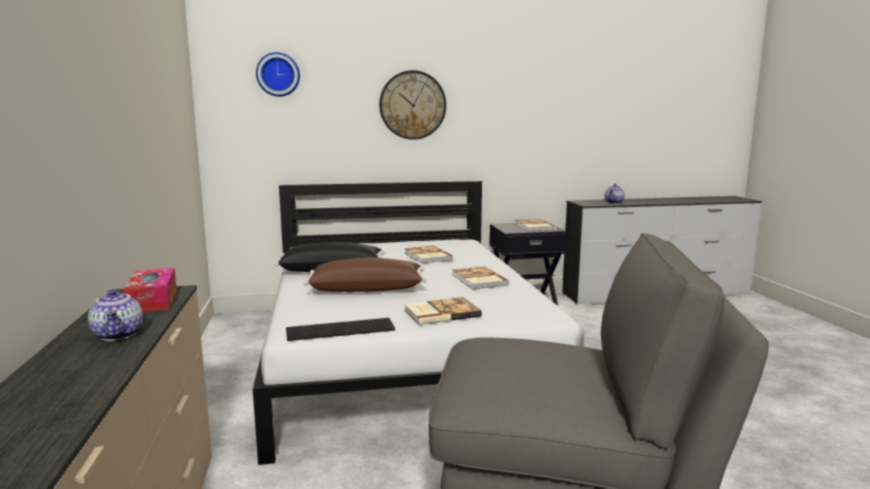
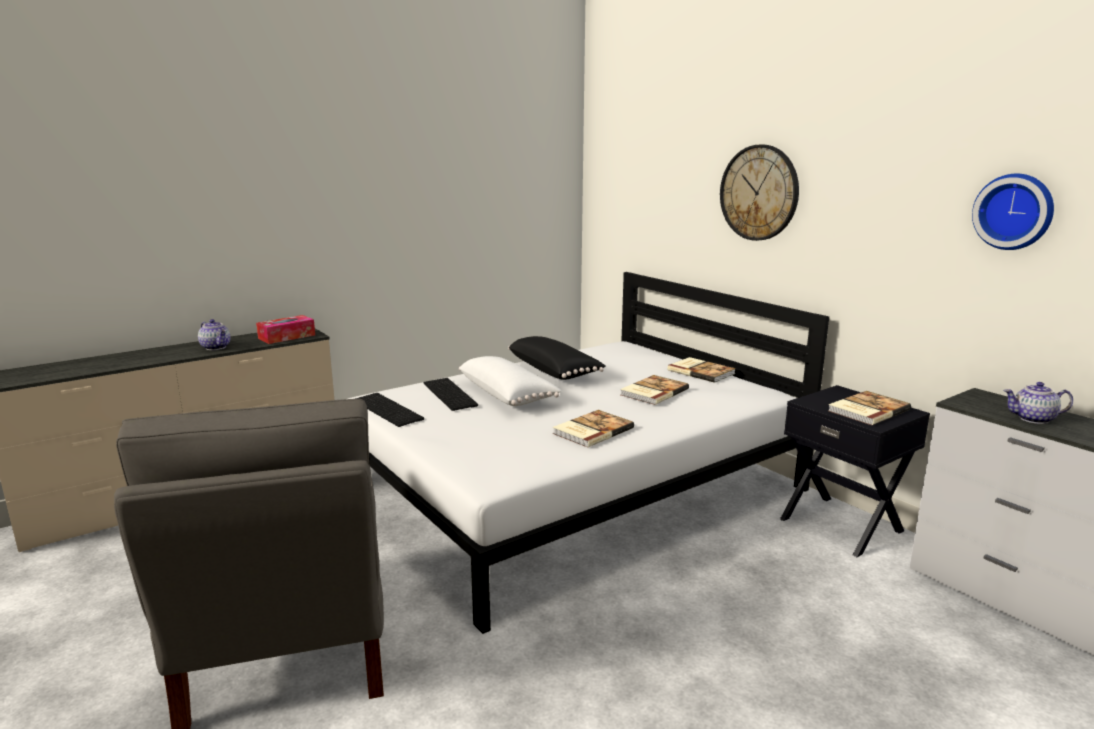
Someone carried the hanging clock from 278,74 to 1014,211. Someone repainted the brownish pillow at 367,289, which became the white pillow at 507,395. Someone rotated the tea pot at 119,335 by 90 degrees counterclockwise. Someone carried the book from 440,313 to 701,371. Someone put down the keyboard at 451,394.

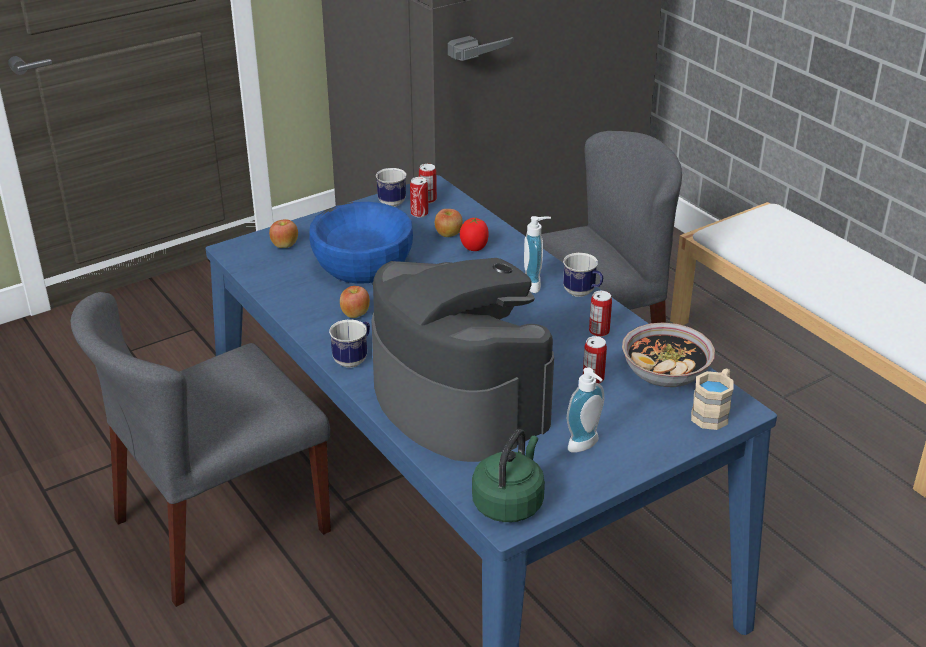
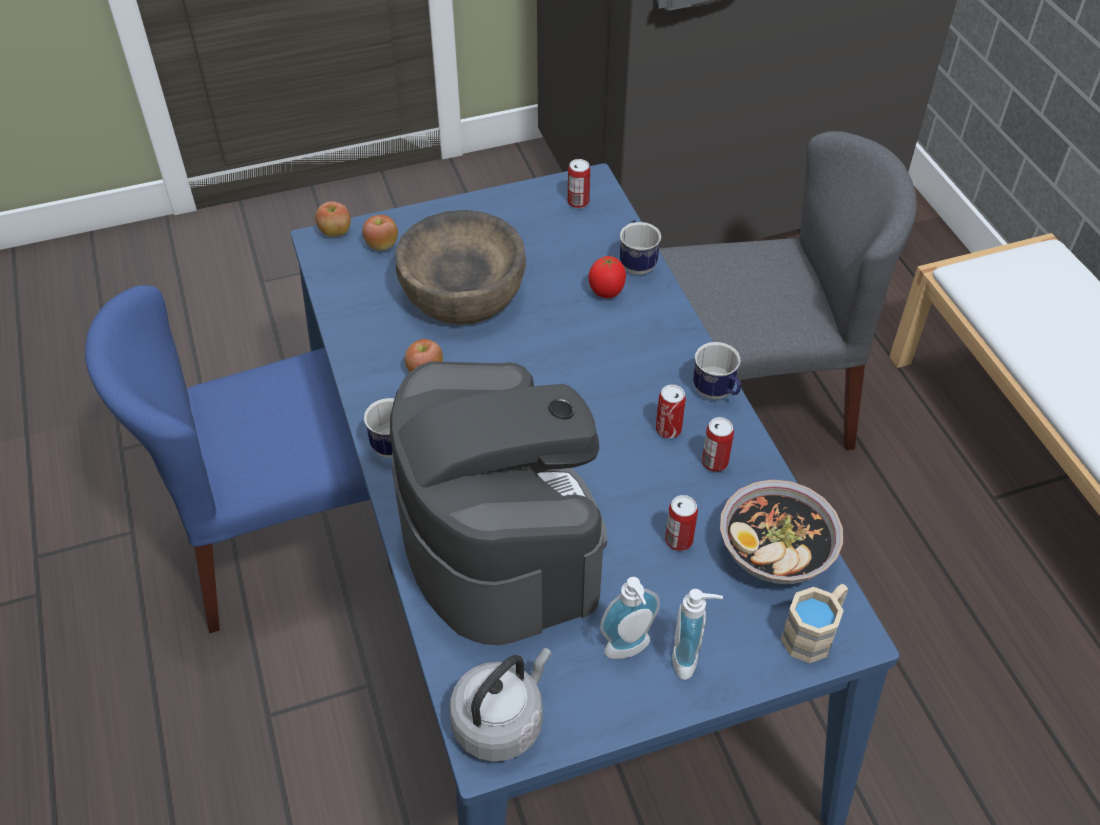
Someone carried the tea mug from 390,200 to 636,263. Someone carried the can from 419,213 to 668,429. Someone repainted the blue-coloured deep dish at 362,264, which became the brownish deep dish at 462,292. Someone carried the whole apple from 448,234 to 335,232. Someone carried the soap dispenser from 535,284 to 690,658. Someone repainted the gray chair at 221,527, which became the blue-coloured chair at 287,539. Someone repainted the green-coloured kettle at 509,502, which became the gray kettle at 501,721.

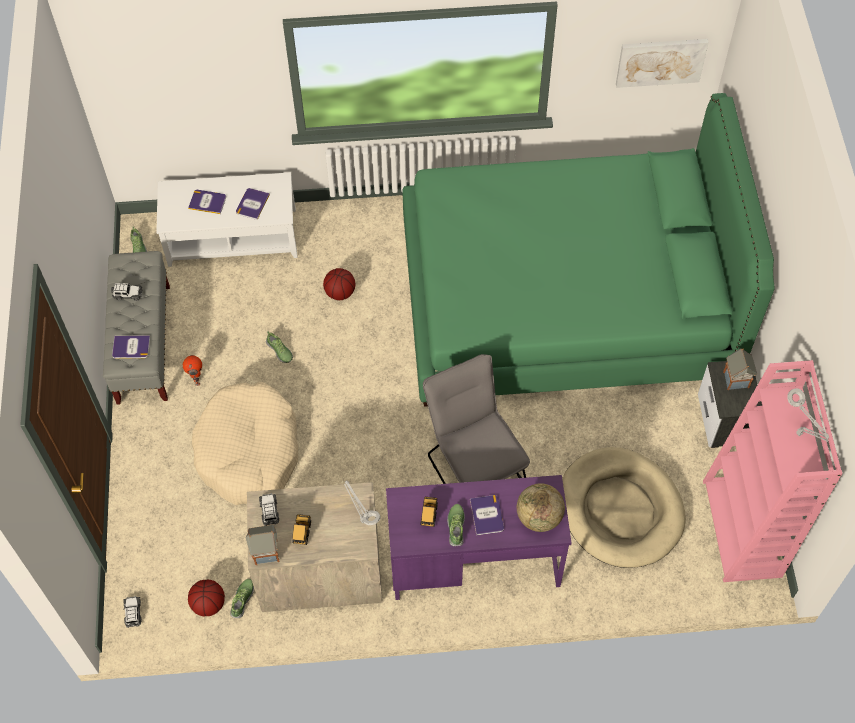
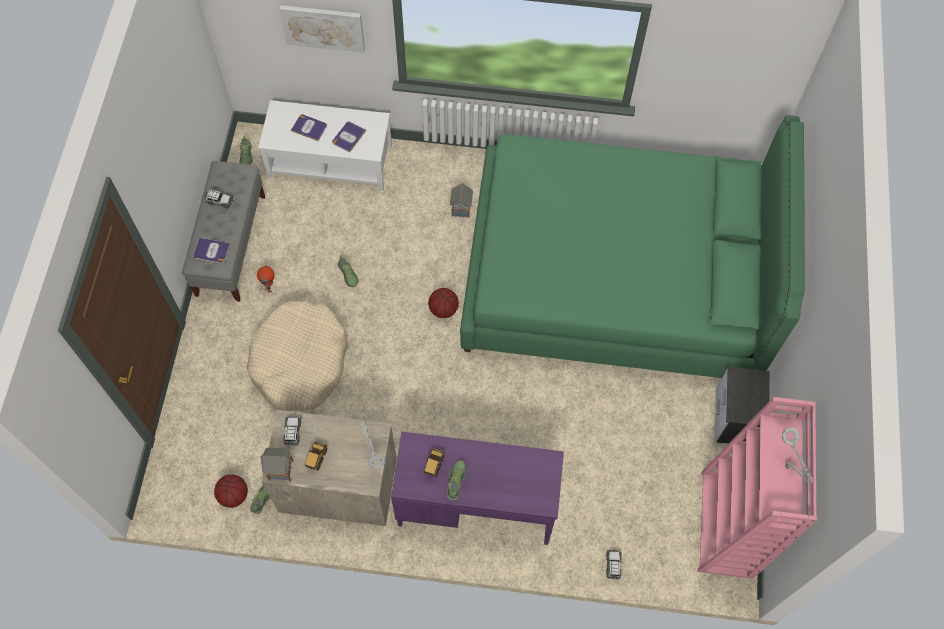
Someone carried the wall picture from 660,61 to 323,27. Someone carried the basketball ball from 340,292 to 443,309. Someone carried the toy house from 736,380 to 461,210. Someone took away the gray chair at 474,466. Someone took away the beige pet bed at 620,510. Someone took away the world globe at 539,517. Someone took away the book at 487,515. Someone carried the miniature car from 133,613 to 613,565.

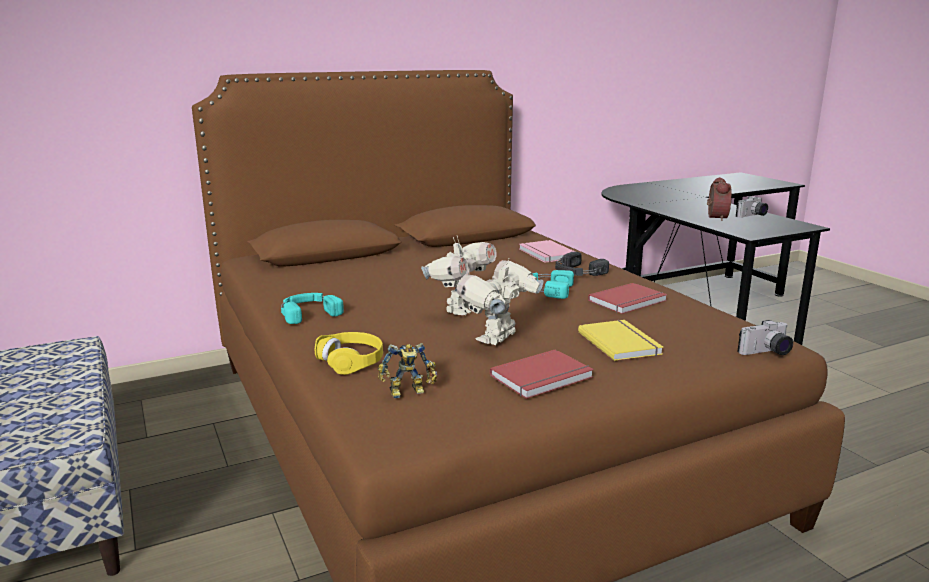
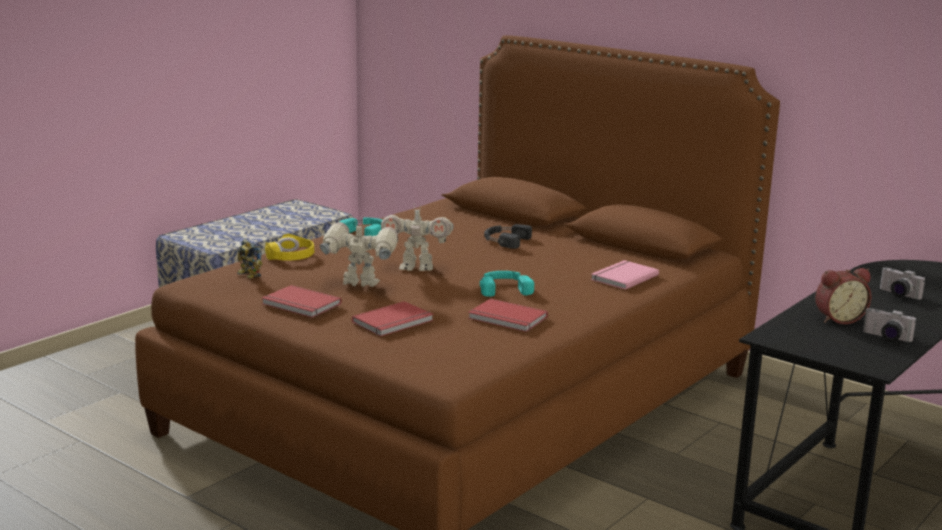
Someone carried the black headphones from 577,272 to 505,240. Someone repainted the yellowish book at 621,342, which became the reddish book at 394,322. Someone carried the still camera from 766,353 to 897,294.

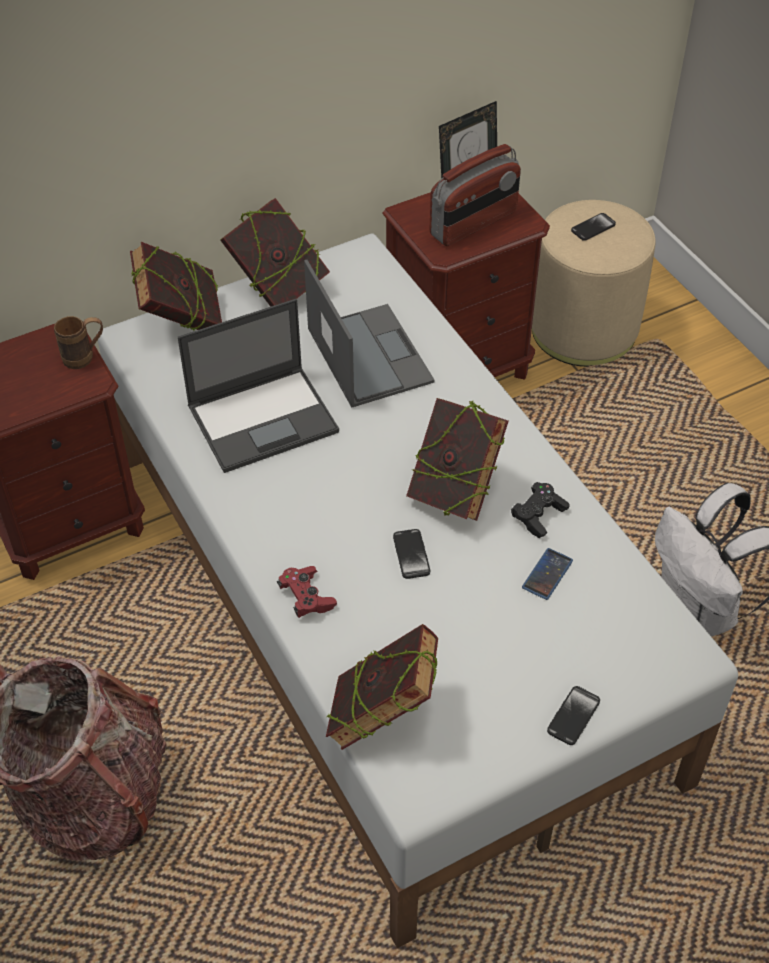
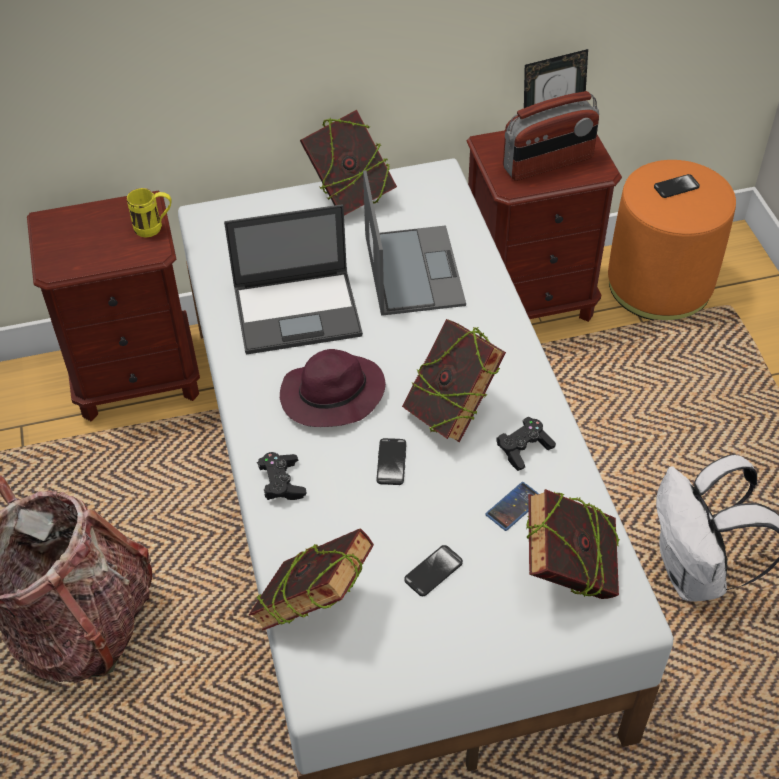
Someone repainted the beige pouffe at 583,329, which became the orange pouffe at 659,284. Someone carried the book from 181,323 to 568,574. Someone repainted the brownish tea mug at 85,357, which became the yellowish tea mug at 154,228. Someone repainted the reddish joypad at 306,597, which became the black joypad at 282,483. Someone carried the phone from 573,716 to 433,571. Someone put down the purplish clothing hat at 331,396.

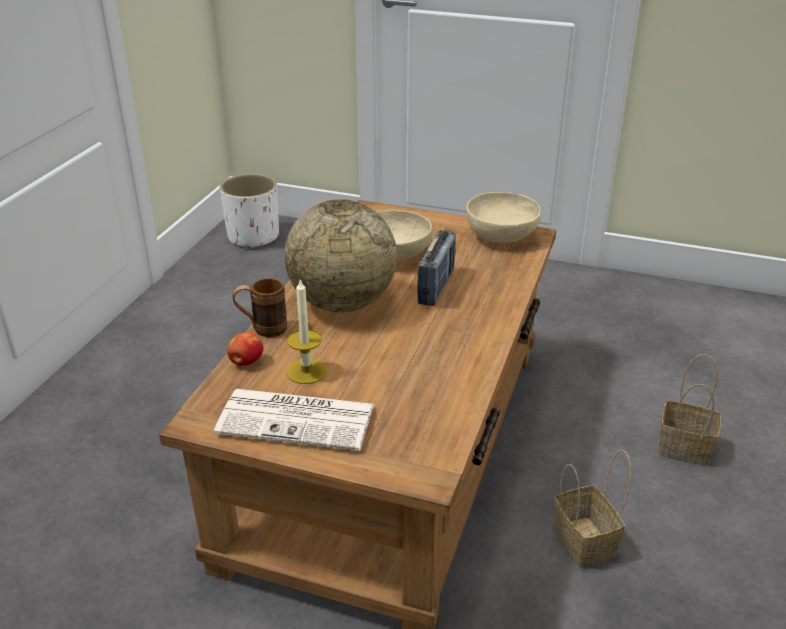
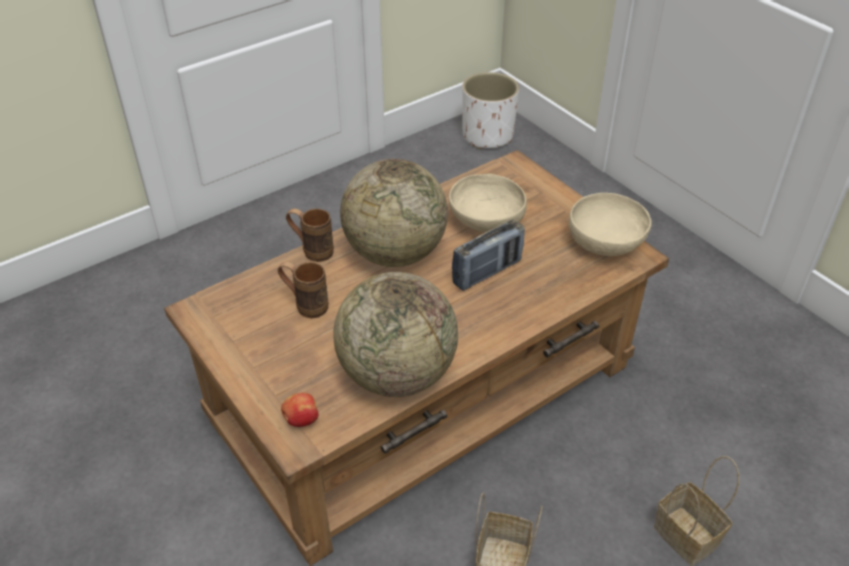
Someone swapped the wax light at 306,371 for the brownish tea mug at 305,305. Someone carried the whole apple from 246,362 to 301,420. Someone took away the printed paper at 298,419. Someone put down the world globe at 397,374.

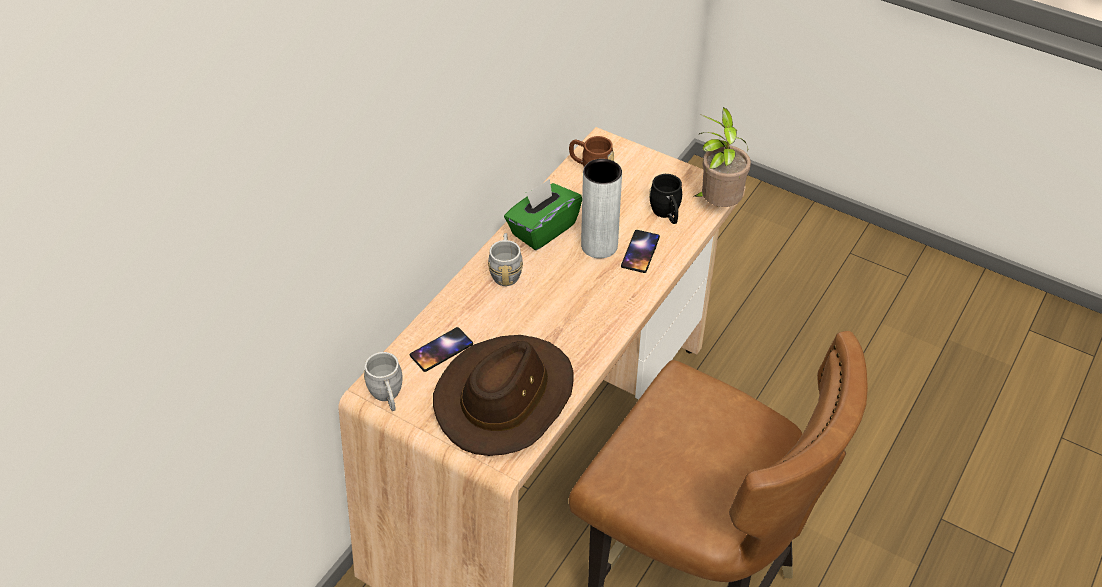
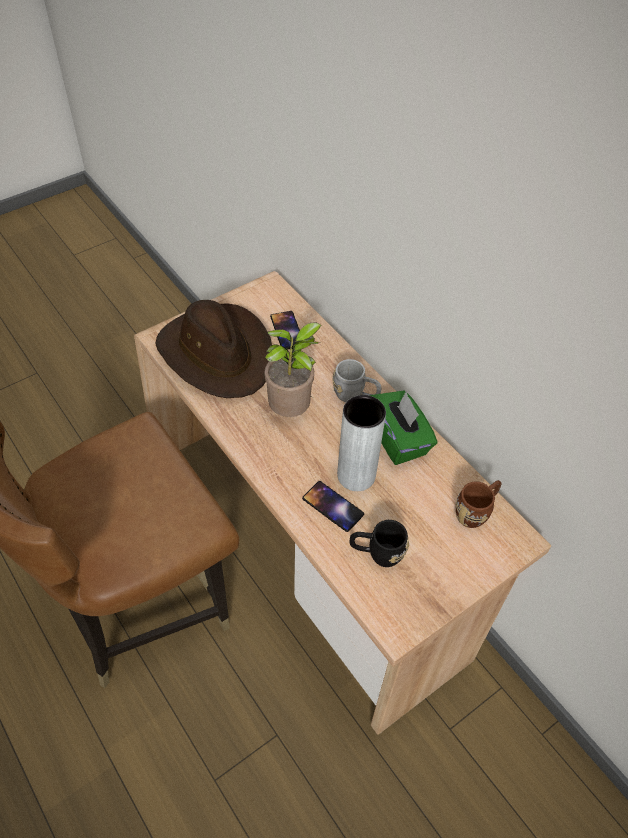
Someone carried the potted plant from 717,205 to 292,411. Someone took away the gray tea mug at 388,397.

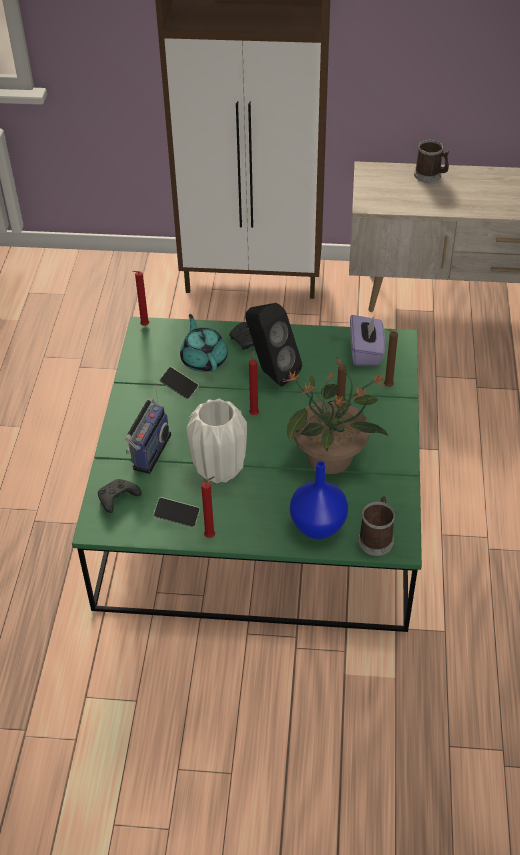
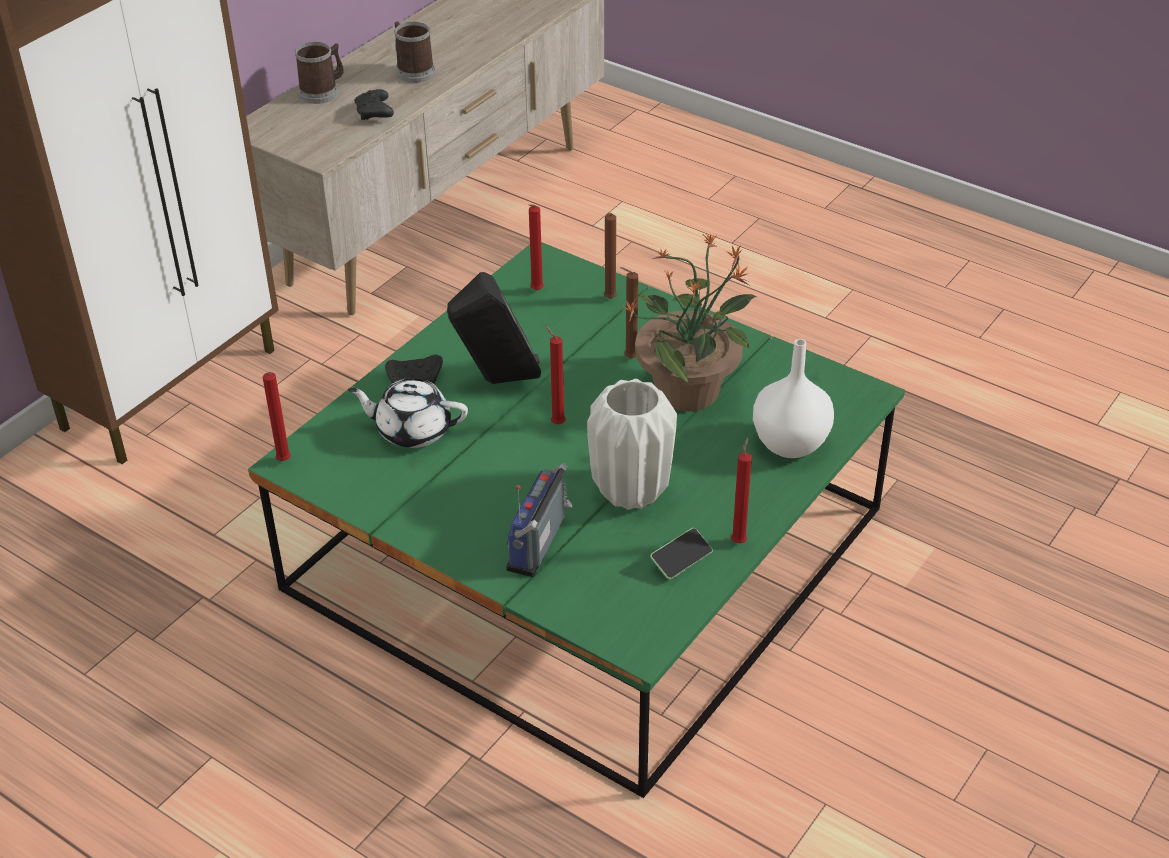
Someone repainted the turquoise tea pot at 204,359, which became the white tea pot at 412,430. Someone swapped the purplish box of tissues at 366,352 for the reddish wax light at 536,291. Someone took away the phone at 179,387. Someone rotated the radio at 149,451 by 120 degrees counterclockwise. Someone repainted the blue-coloured flower vase at 317,527, which became the white flower vase at 791,444. Someone carried the black joypad from 117,500 to 375,113. Someone carried the tea mug from 376,538 to 412,71.

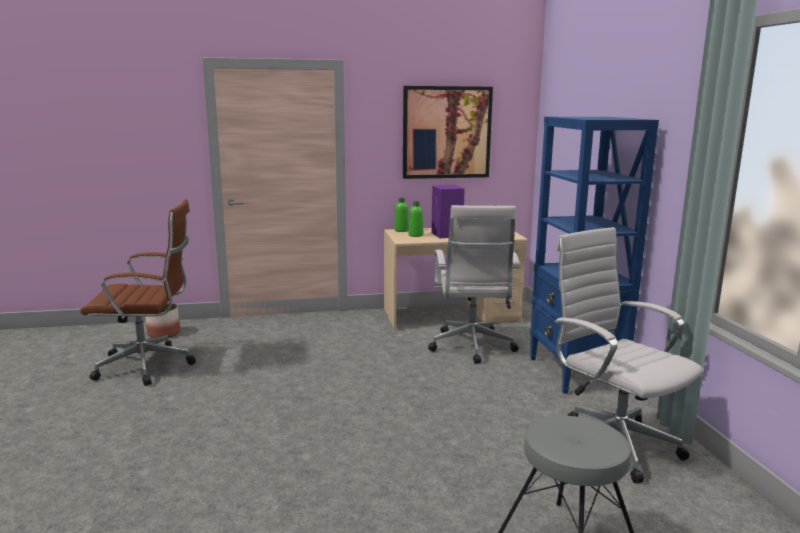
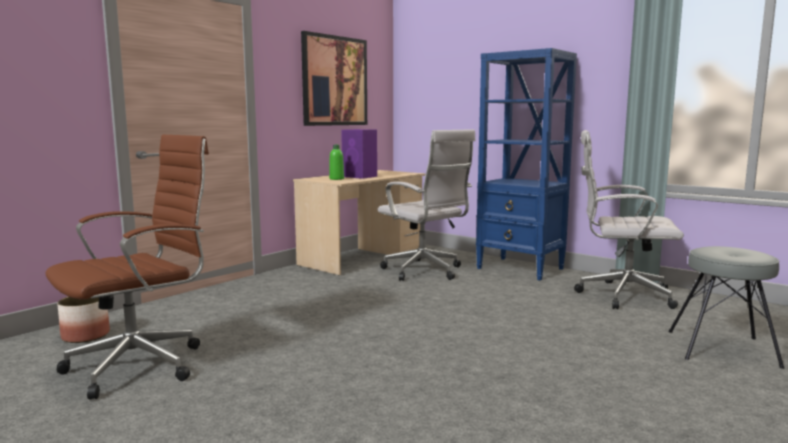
Someone took away the green-coloured drink bottle at 401,230.

